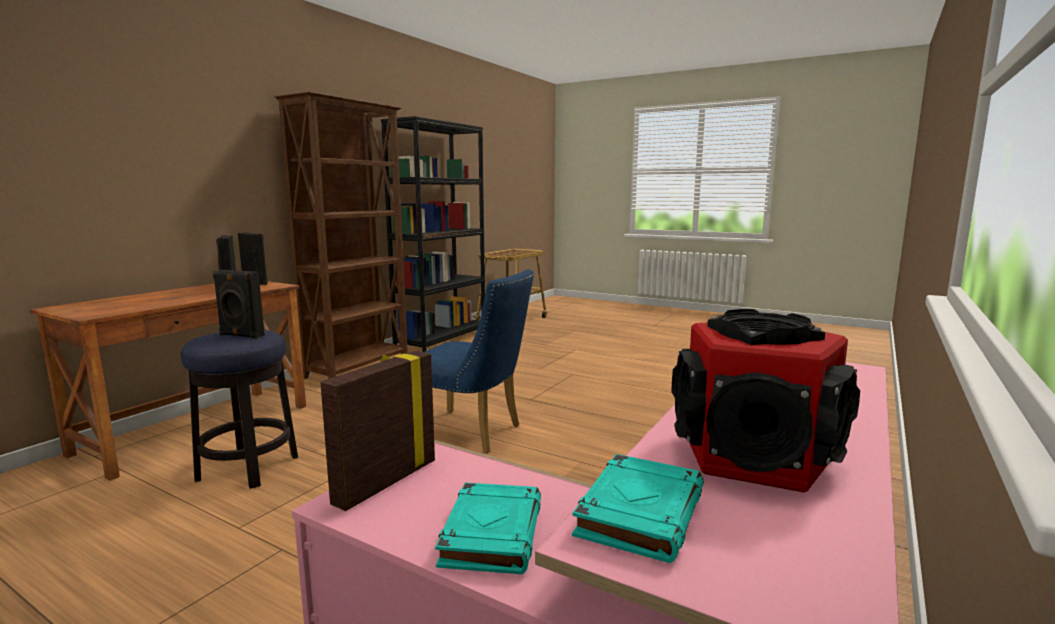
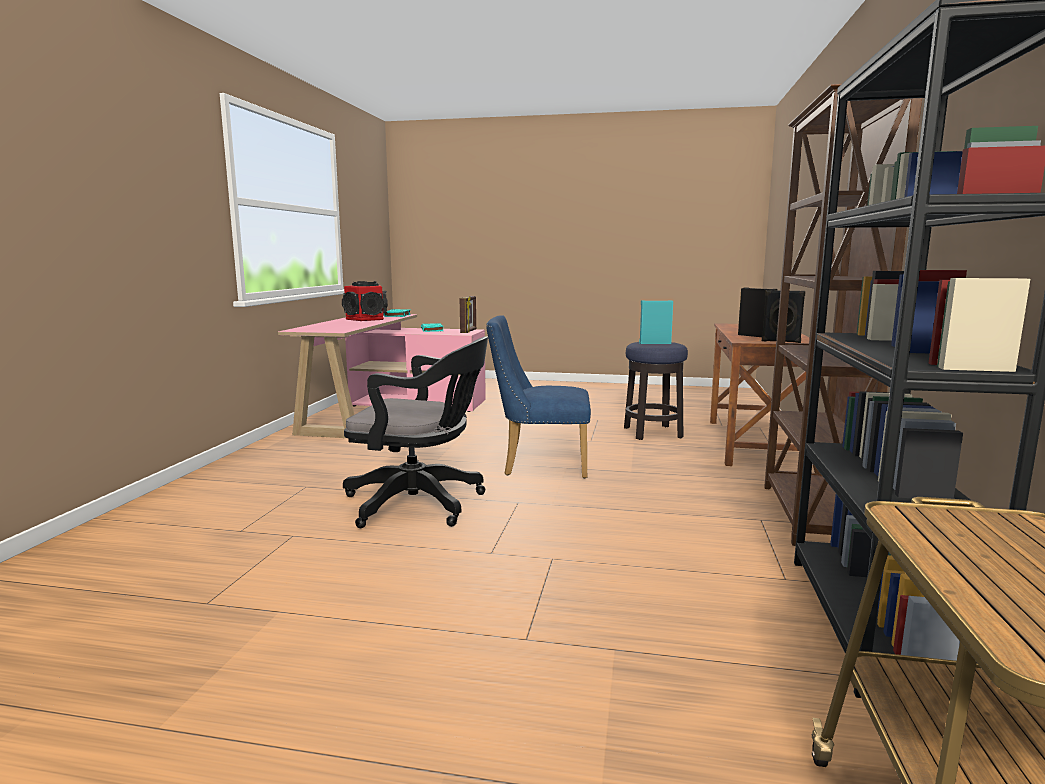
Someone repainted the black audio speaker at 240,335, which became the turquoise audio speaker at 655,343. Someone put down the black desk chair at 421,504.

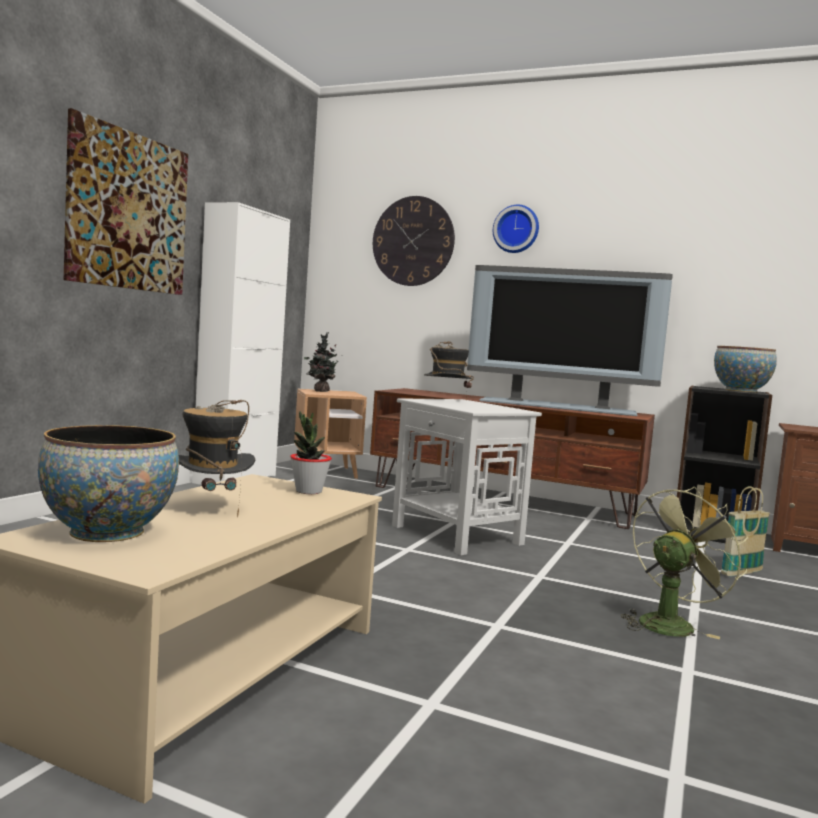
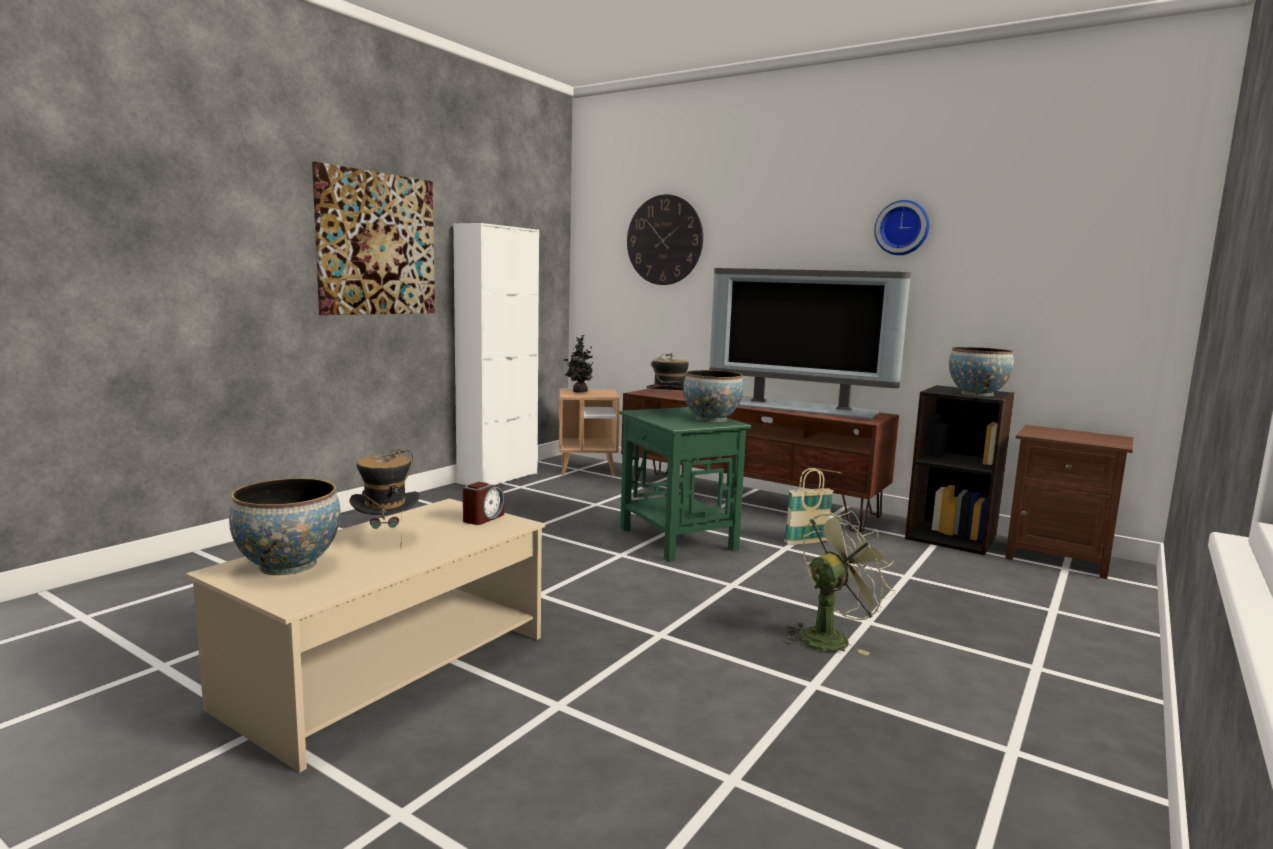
Someone carried the hanging clock from 516,229 to 902,228. Someone repainted the white accent table at 457,535, which became the green-coloured accent table at 678,539. Someone swapped the potted plant at 308,491 for the table clock at 483,518. Someone carried the storage basket from 741,573 to 806,542. Someone put down the deep dish at 711,419.

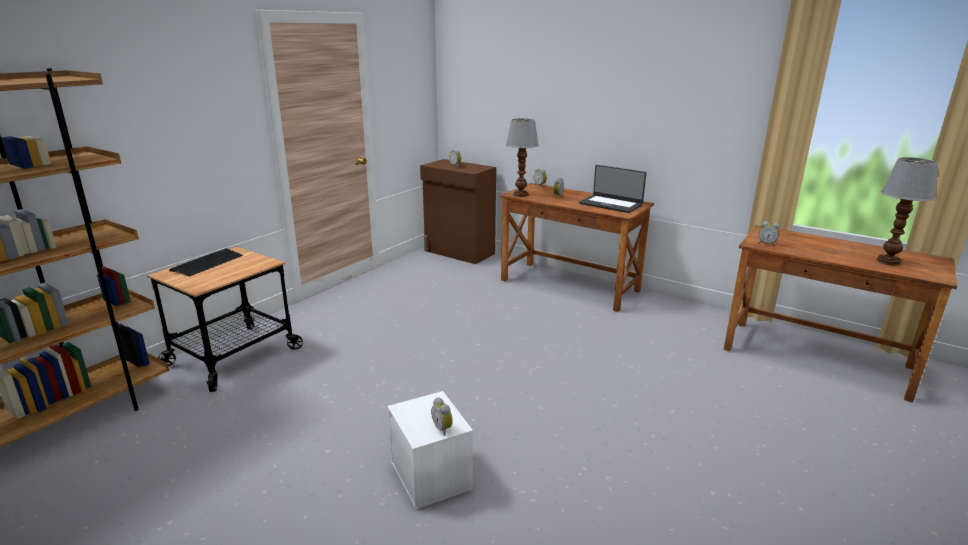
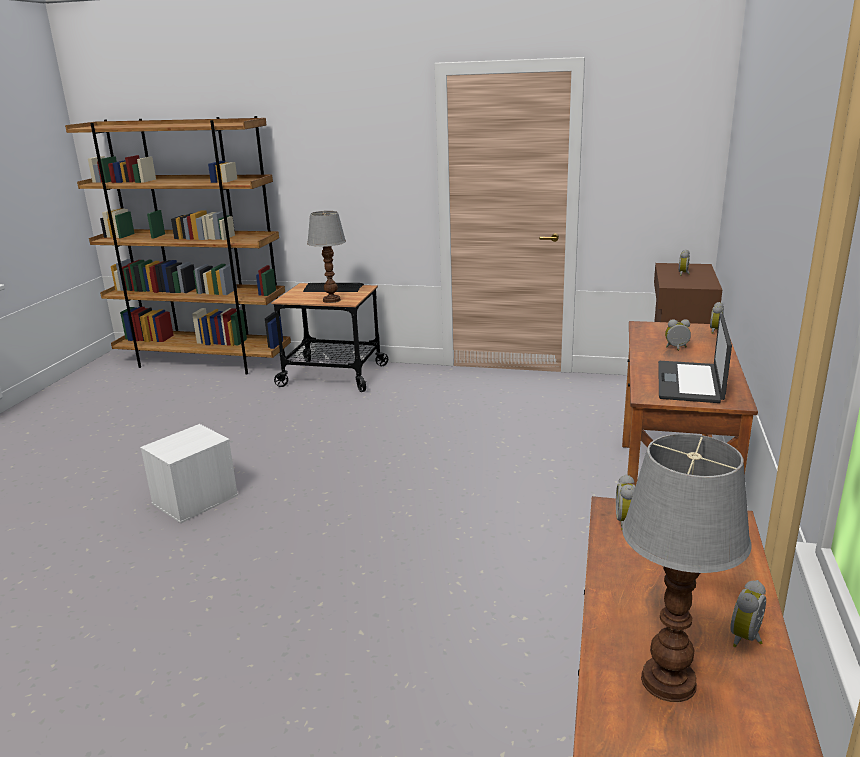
Someone carried the lamp for a table from 520,195 to 331,300. Someone carried the table clock from 443,429 to 747,639.

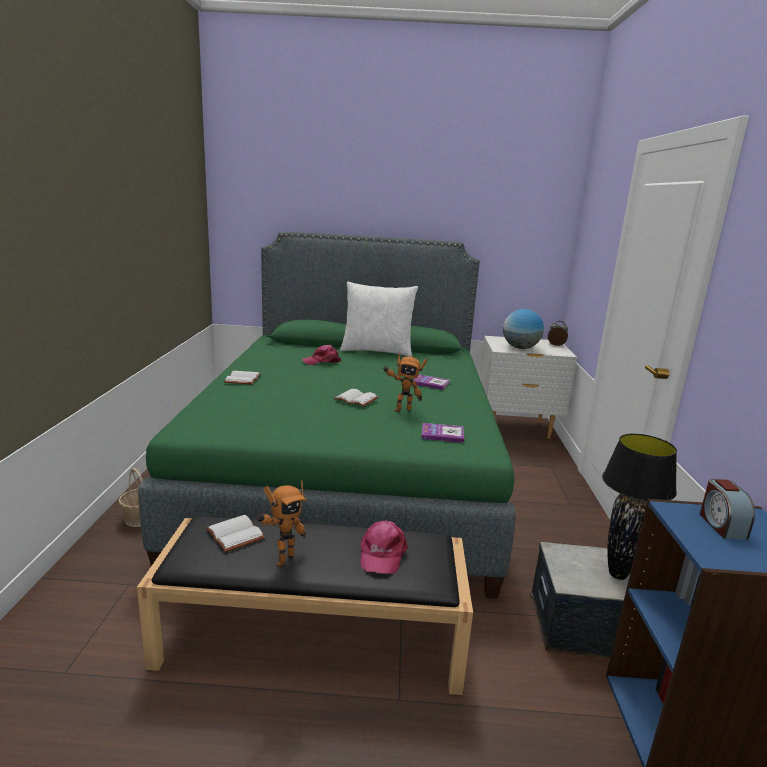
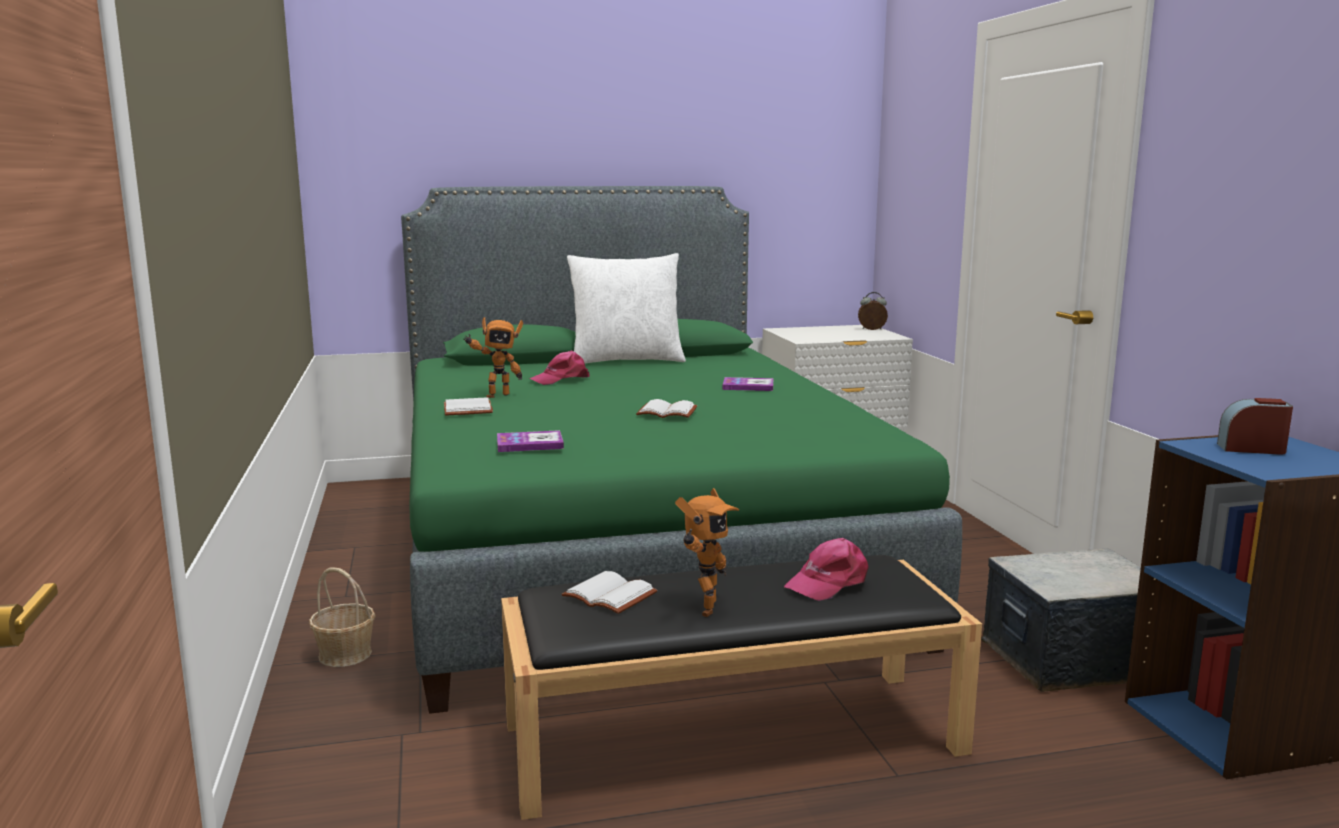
Someone took away the world globe at 520,348. Someone carried the toy robot from 401,409 to 496,395. Someone carried the book from 442,434 to 529,444. Someone took away the black lamp for a table at 618,575. Someone rotated the table clock at 721,525 by 120 degrees clockwise. Someone rotated the pink-coloured cap at 382,553 by 60 degrees clockwise.

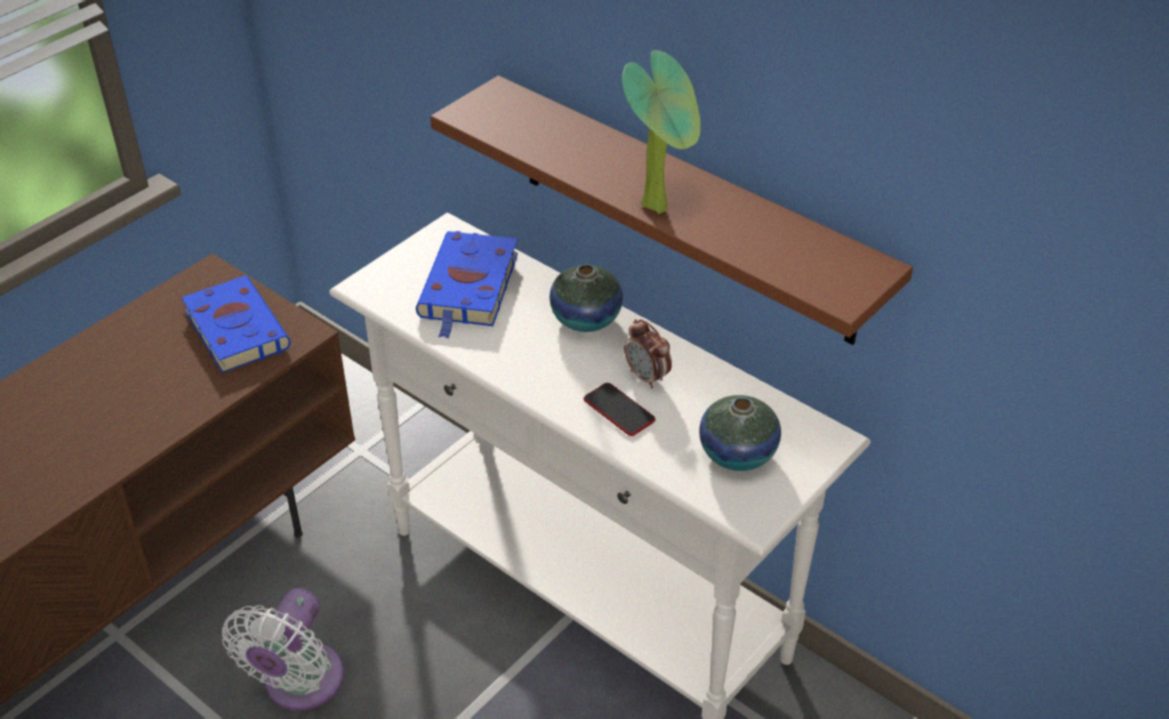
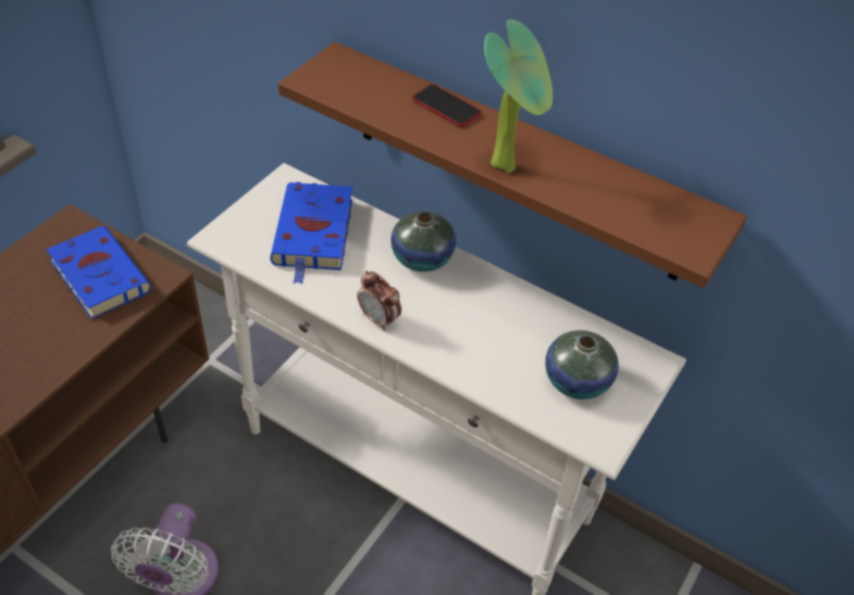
Someone carried the table clock from 647,377 to 379,319. Someone carried the phone from 619,410 to 446,107.

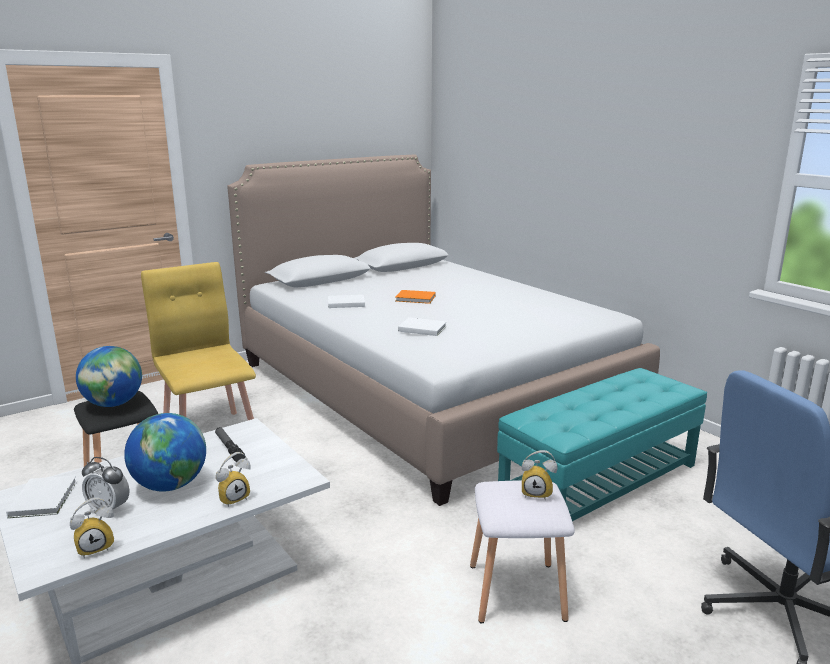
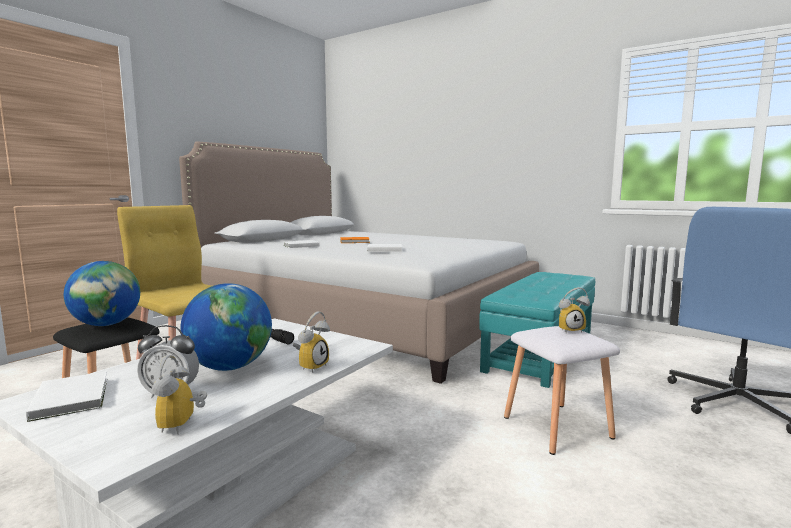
Someone rotated the table clock at 96,547 by 135 degrees clockwise.

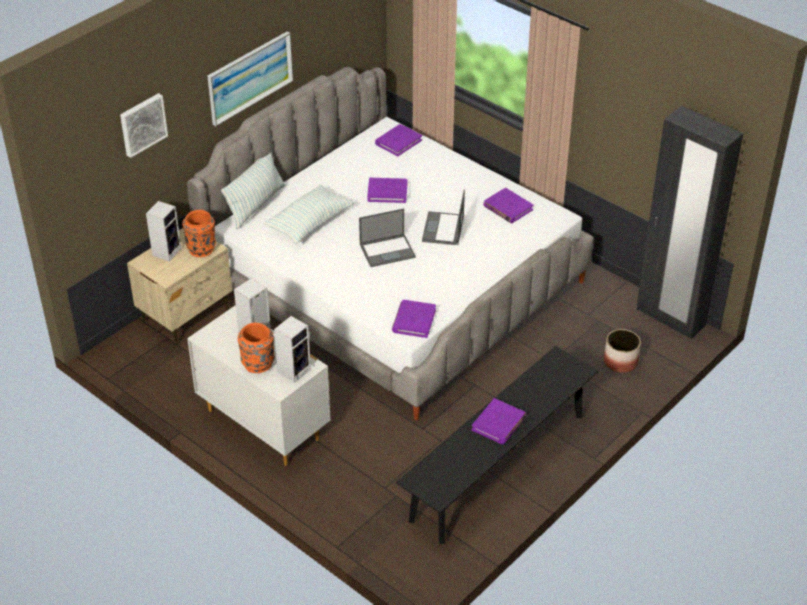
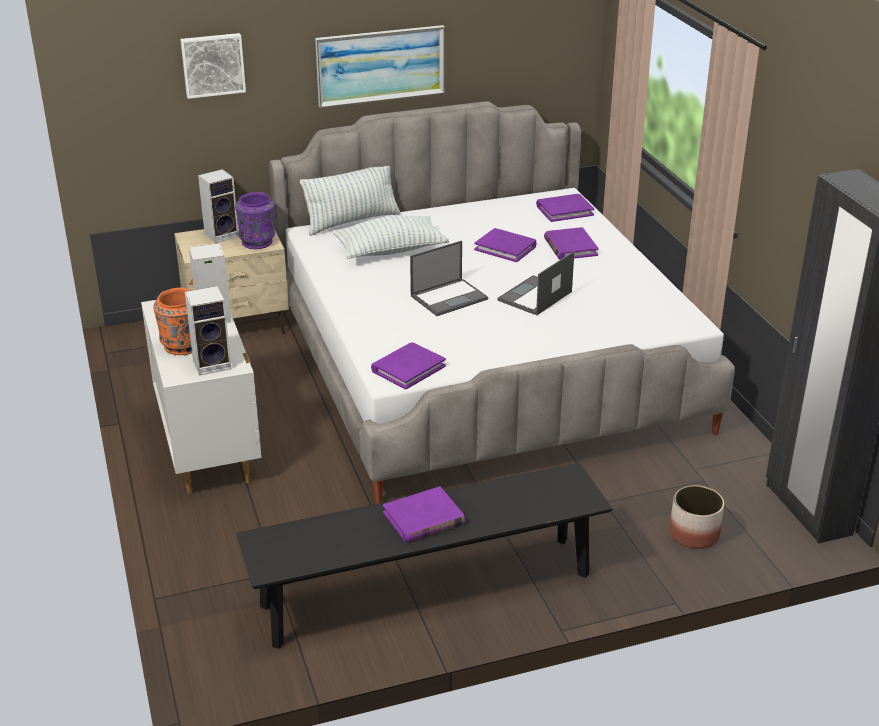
Someone carried the purplish book from 507,208 to 570,247. Someone rotated the laptop at 388,250 by 45 degrees counterclockwise. Someone repainted the orange flower vase at 201,248, which became the purplish flower vase at 258,242.

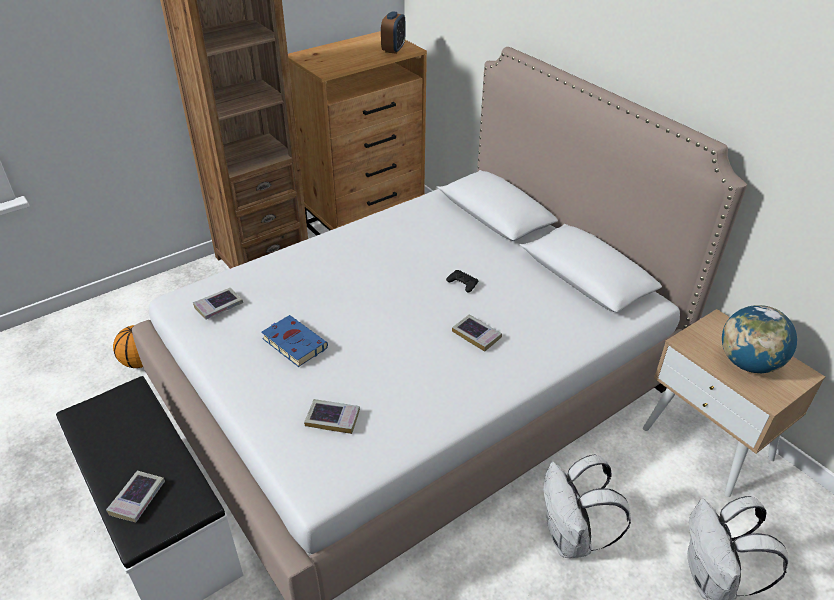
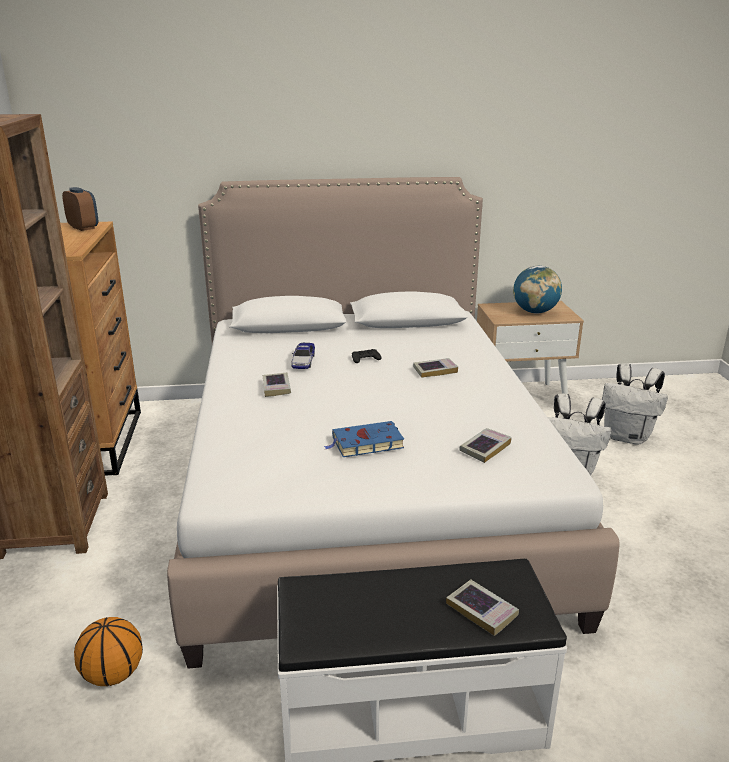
Someone carried the book from 219,306 to 276,387. Someone put down the miniature car at 303,361.

